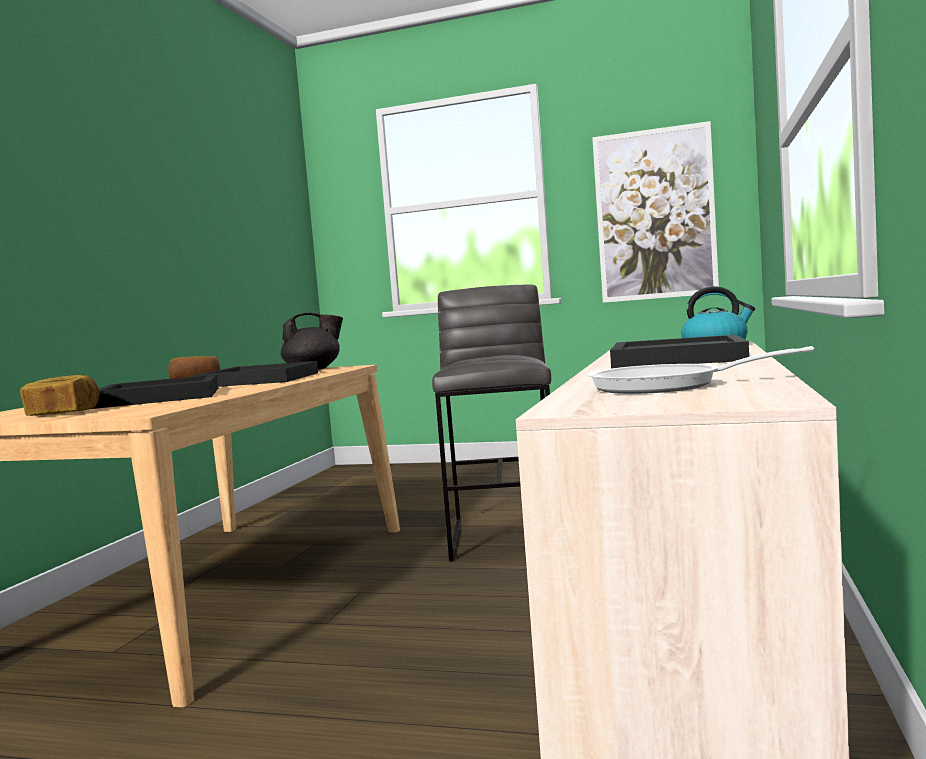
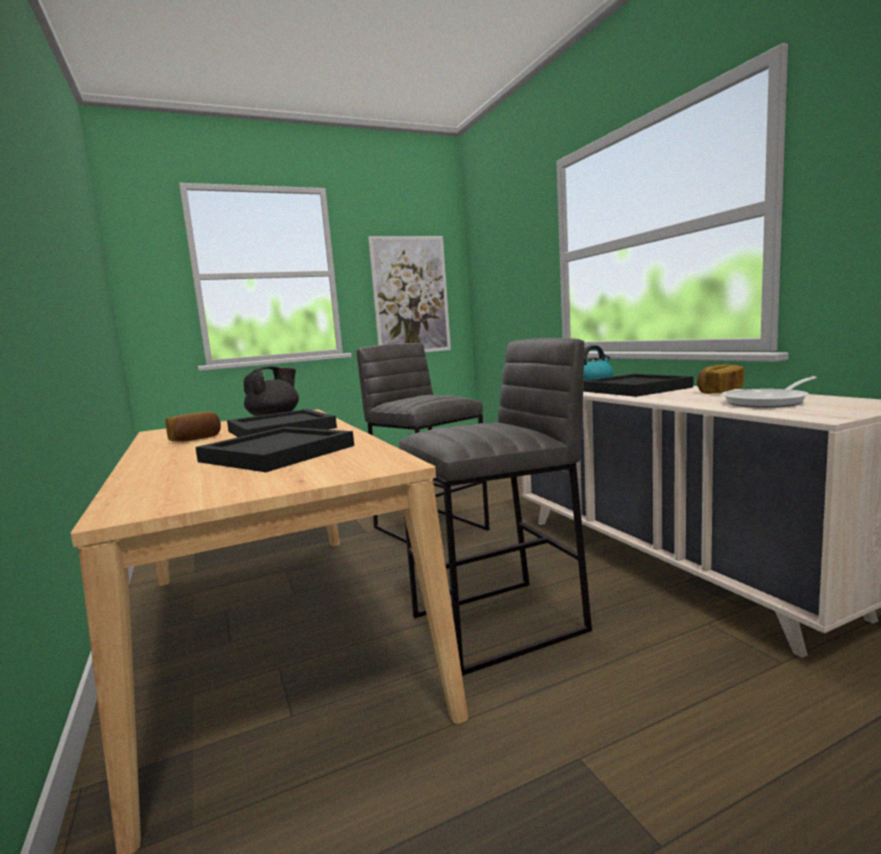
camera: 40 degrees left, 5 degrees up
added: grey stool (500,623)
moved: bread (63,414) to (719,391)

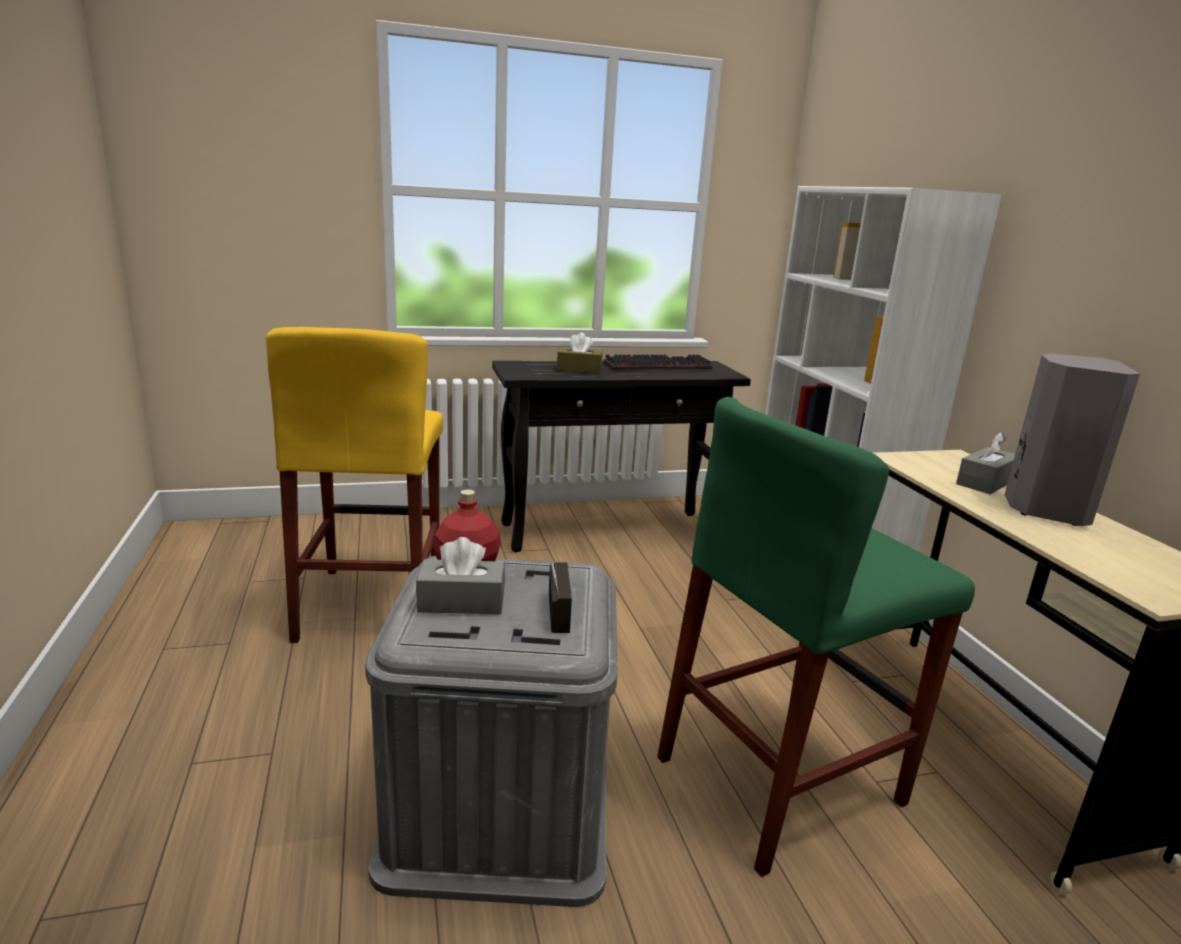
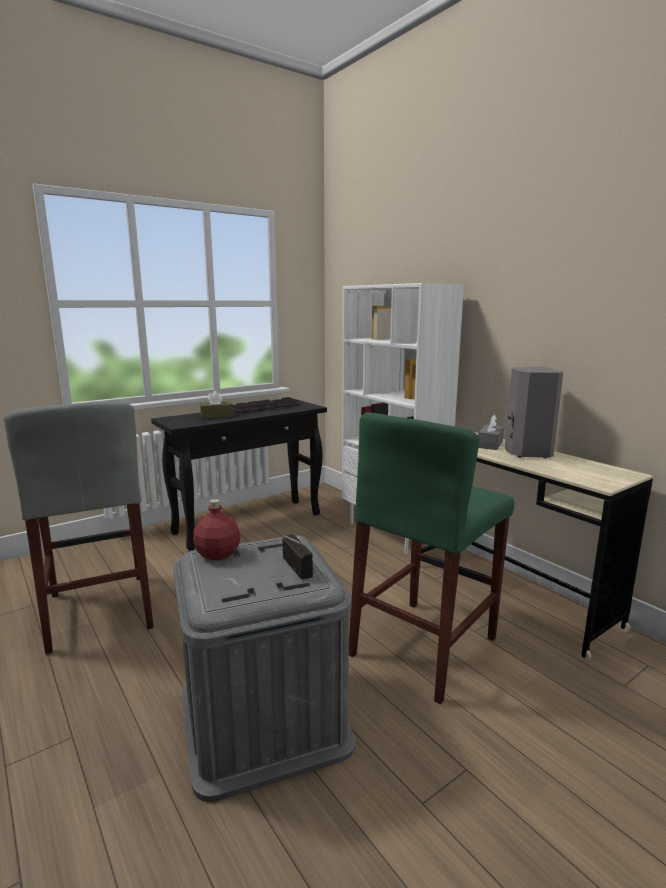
camera: 20 degrees left, 5 degrees down
removed: grey tissue box (461,602)
recoloured: yellow stool (372,604) to grey stool (99,610)

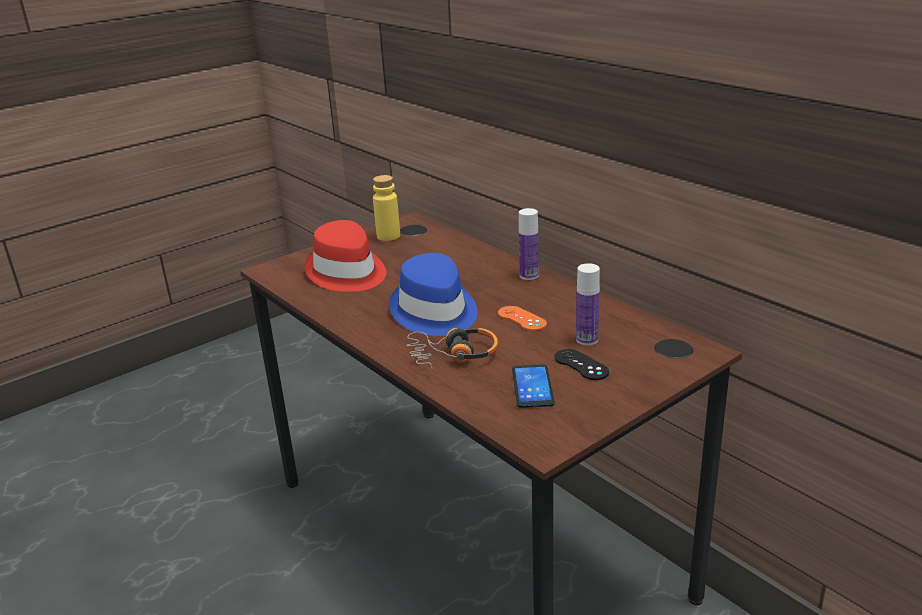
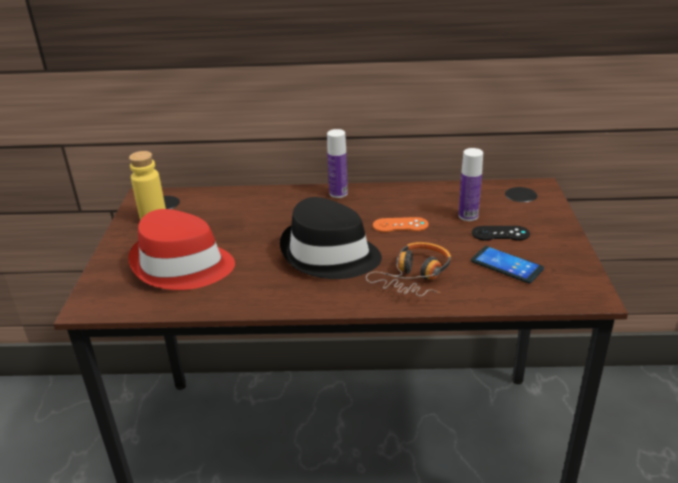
camera: 50 degrees left, 5 degrees up
recoloured: blue hat (434,312) to black hat (329,255)

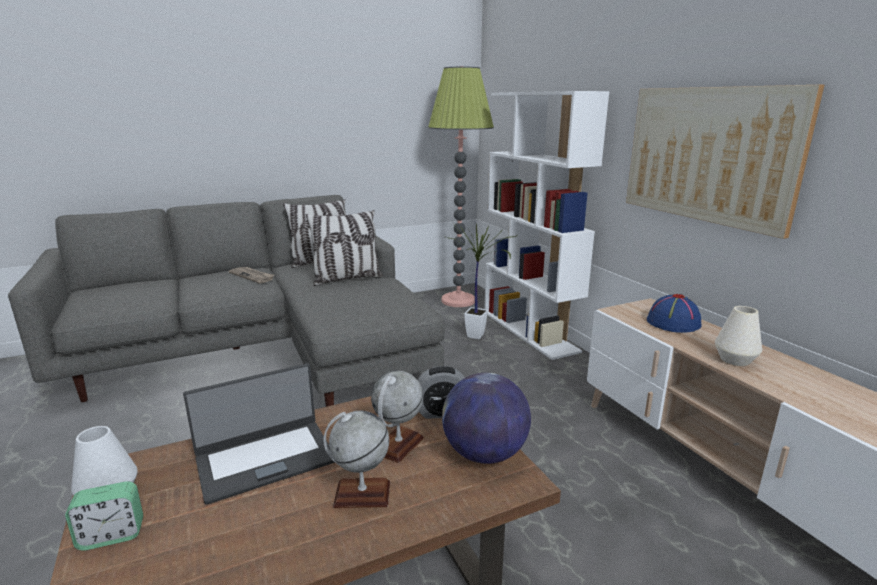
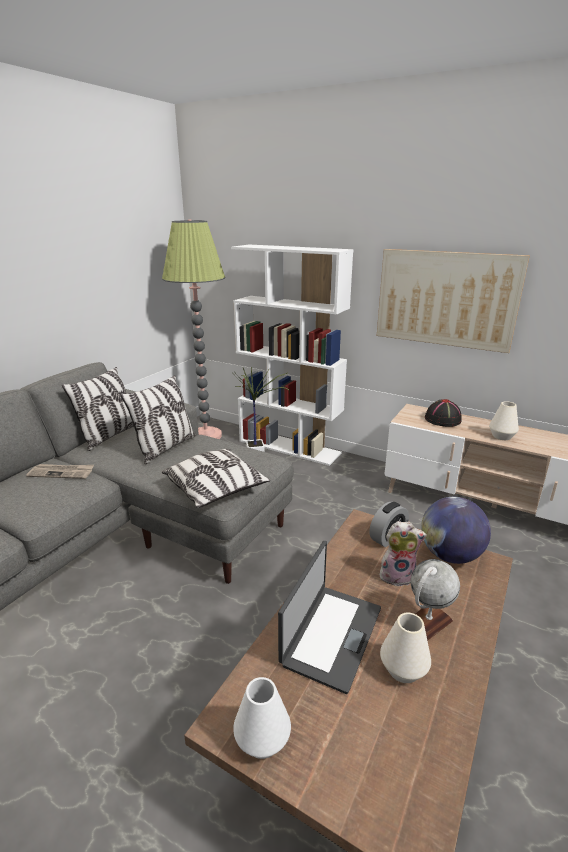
camera: 35 degrees left, 5 degrees up
removed: alarm clock (112,535)
added: pillow (216,489); white vase (403,669)
replaced: globe (398,445) to plush toy (397,575)
recoloured: blue hat (672,323) to black hat (442,420)

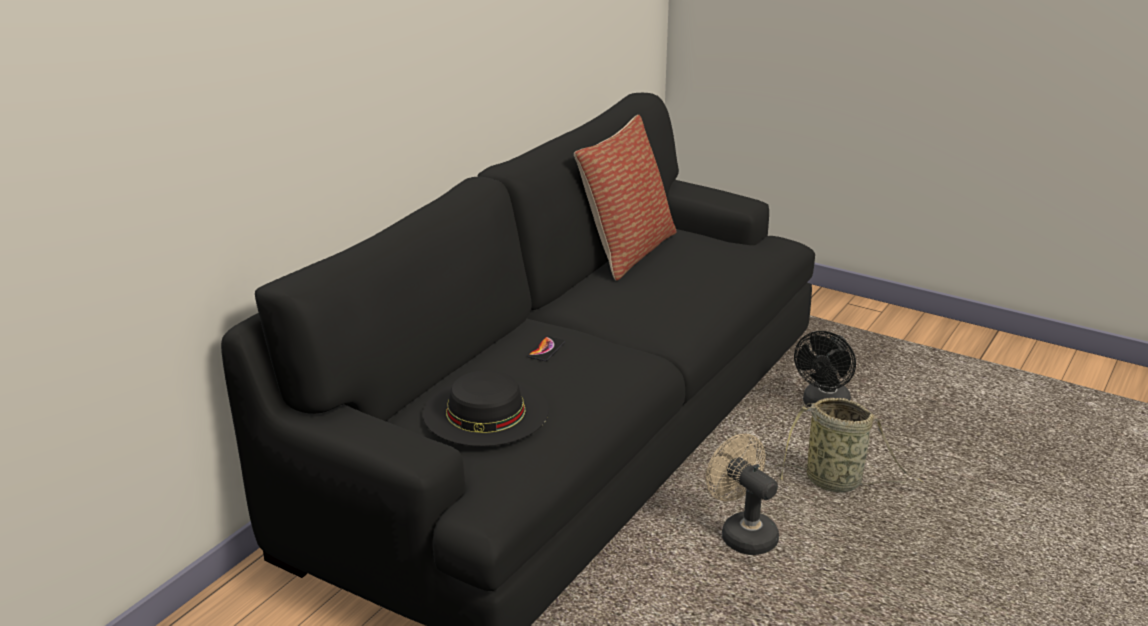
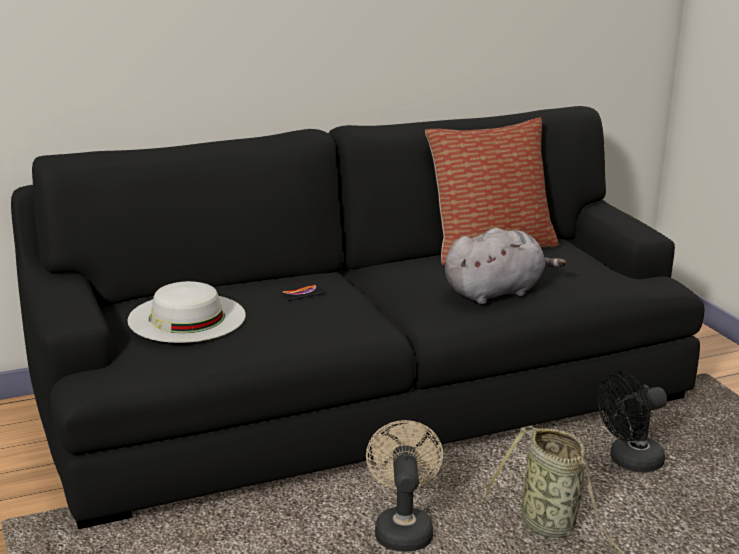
camera: 35 degrees right, 5 degrees down
added: grey plush toy (496,292)
recoloured: black hat (485,412) to white hat (187,317)

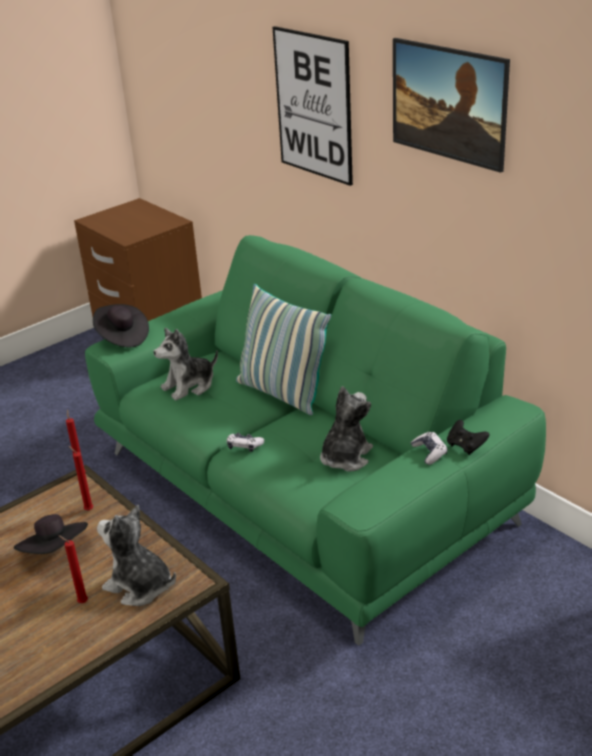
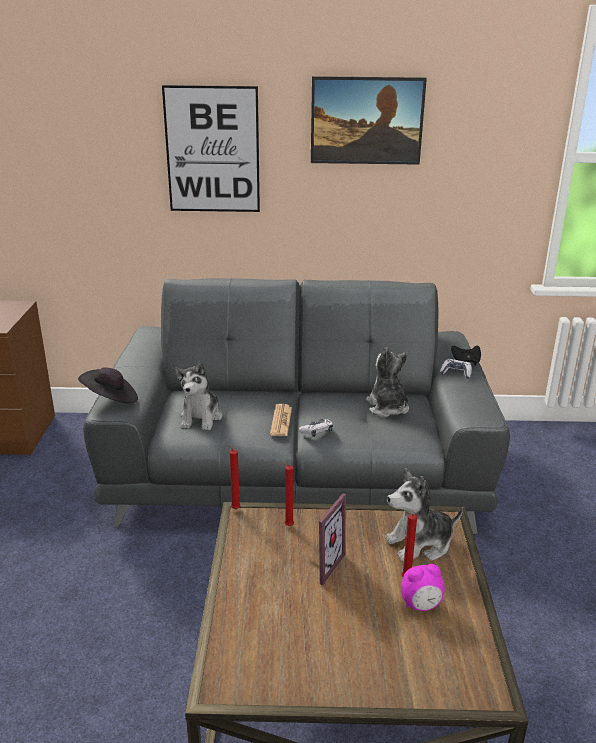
camera: 50 degrees left, 5 degrees down
removed: pillow (282,393)
added: newspaper (281,421); alarm clock (421,605)
replaced: black hat (56,552) to picture frame (321,564)
recoloured: green sofa (304,487) to grey sofa (297,471)

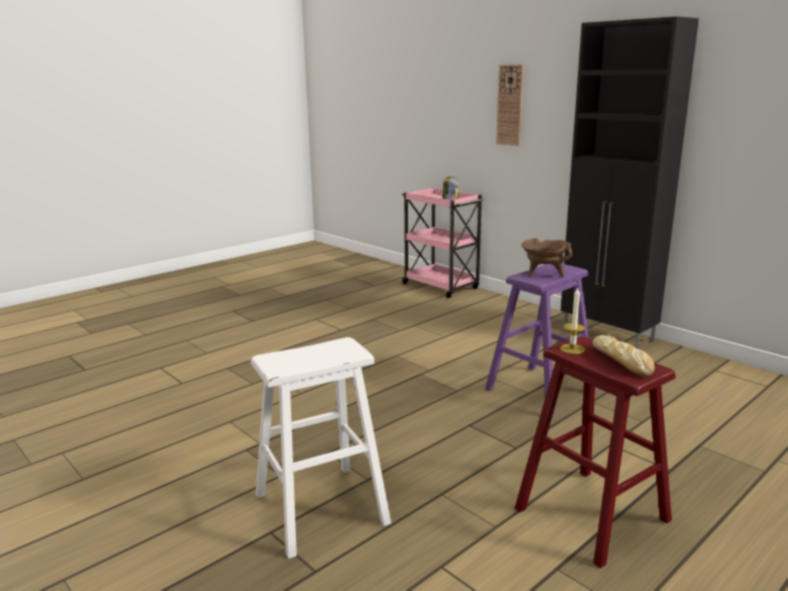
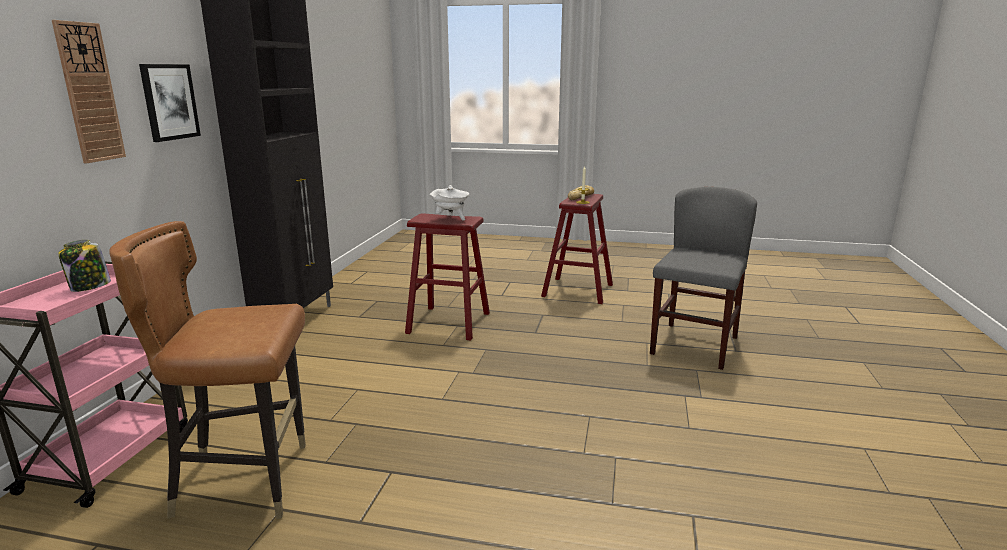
camera: 125 degrees left, 0 degrees up
added: brown chair (245,482); picture (169,102)
replaced: white stool (320,508) to grey chair (694,345)
recoloured: purple stool (540,390) to red stool (448,323); brown cooking pot (543,274) to white cooking pot (451,219)

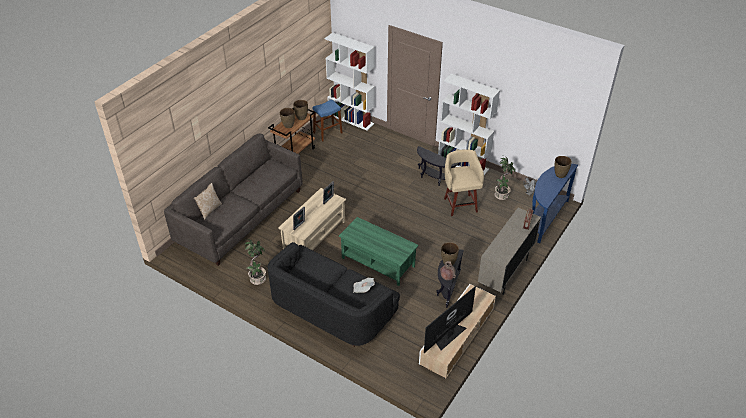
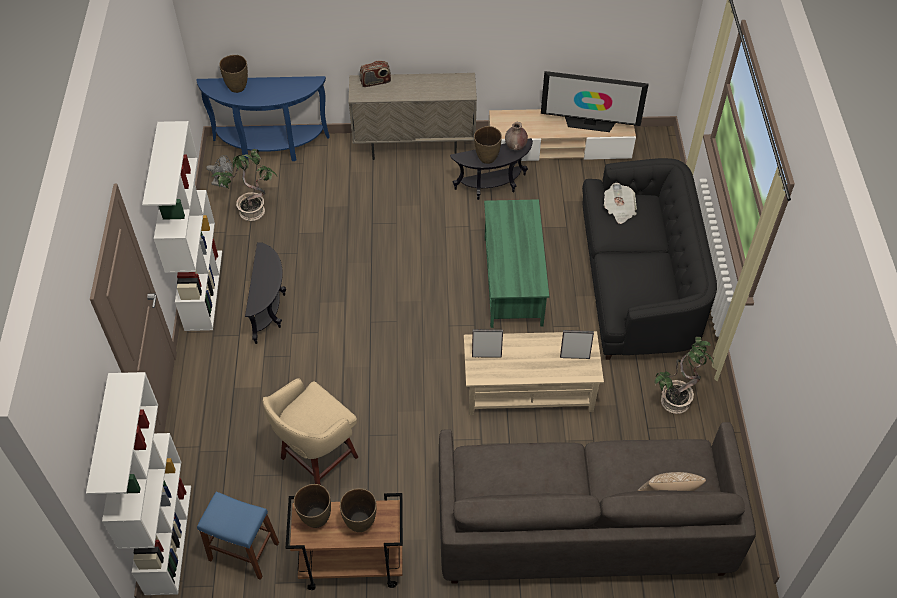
camera: 125 degrees left, 10 degrees up
moved: beige stool (460,204) to (317,459)

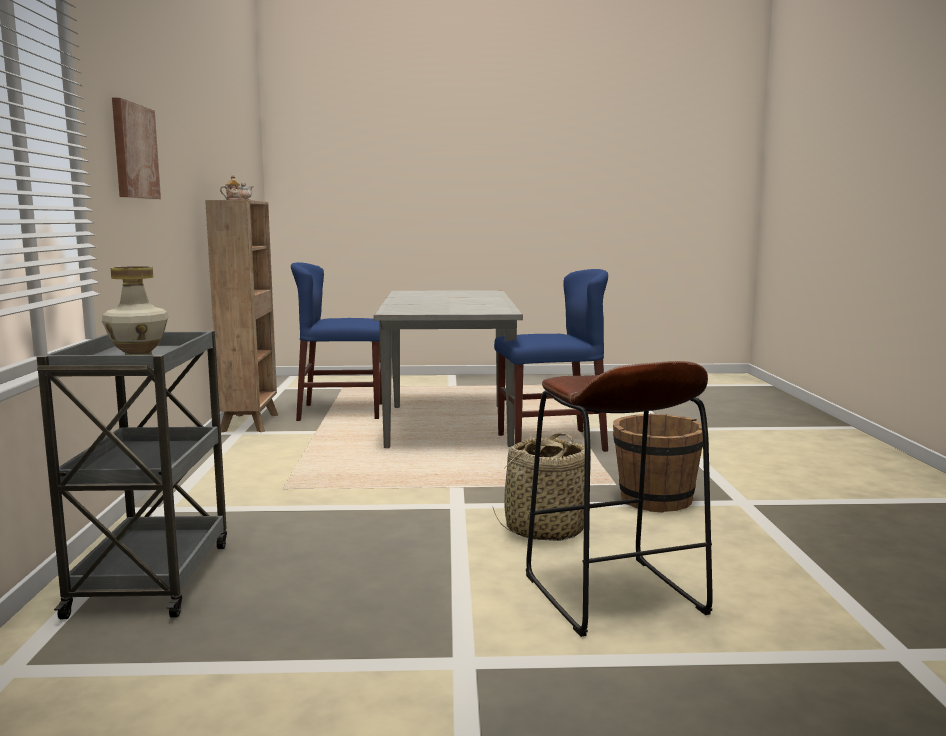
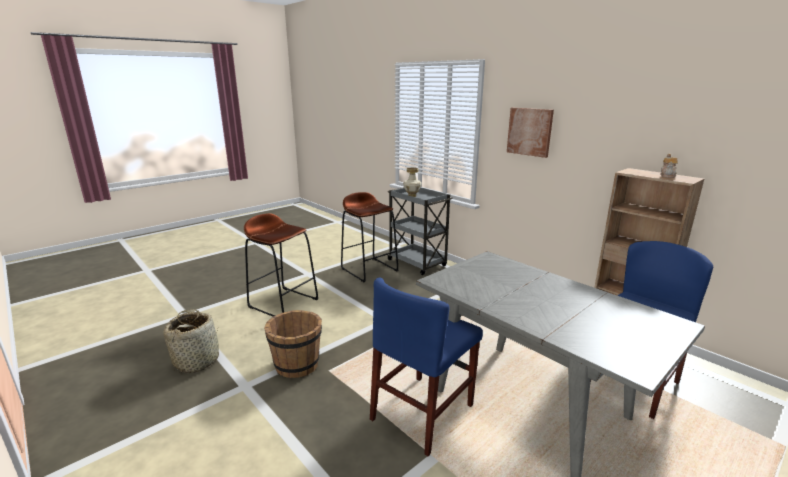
camera: 140 degrees right, 10 degrees up
added: brown stool (369,269)
moved: basket (544,530) to (197,360)

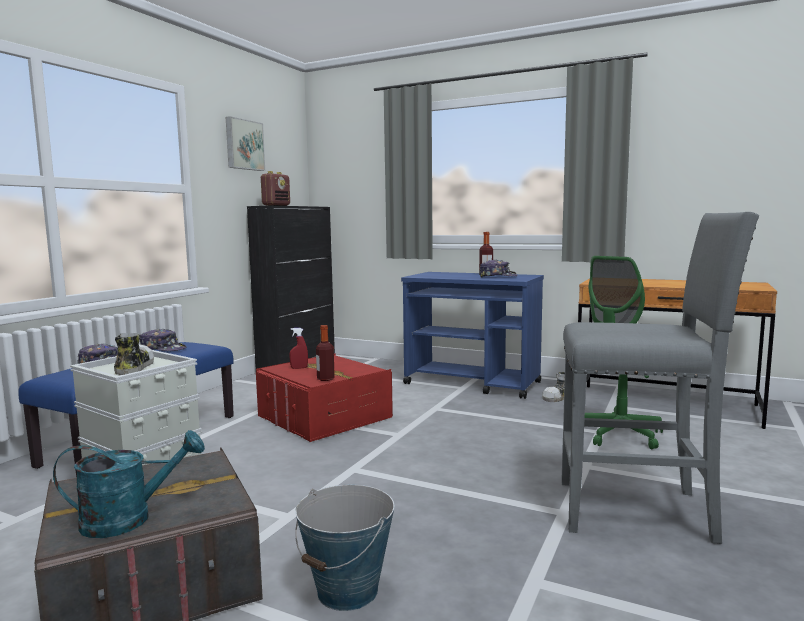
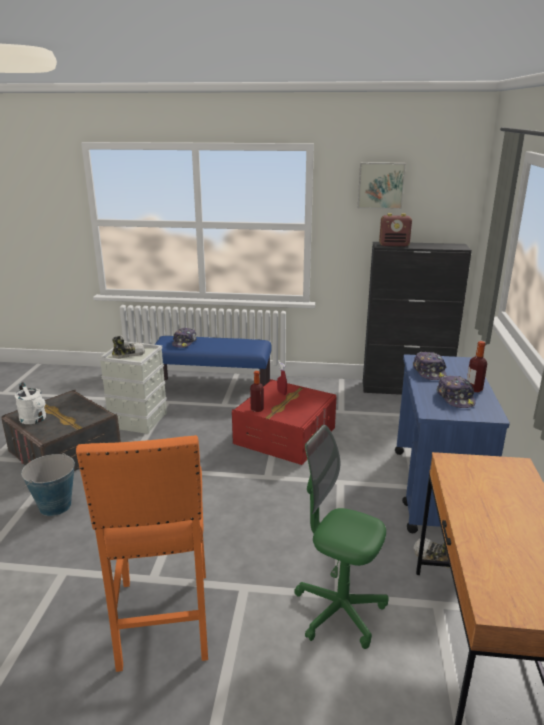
camera: 70 degrees right, 15 degrees up
moved: cap (163,349) to (429,372)
recoloured: turquoise watering can (129,519) to white watering can (35,420); grey stool (637,511) to orange stool (163,621)

